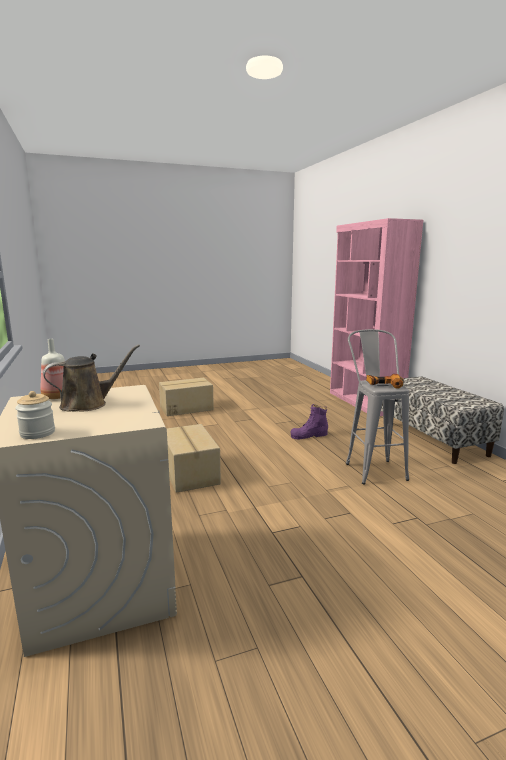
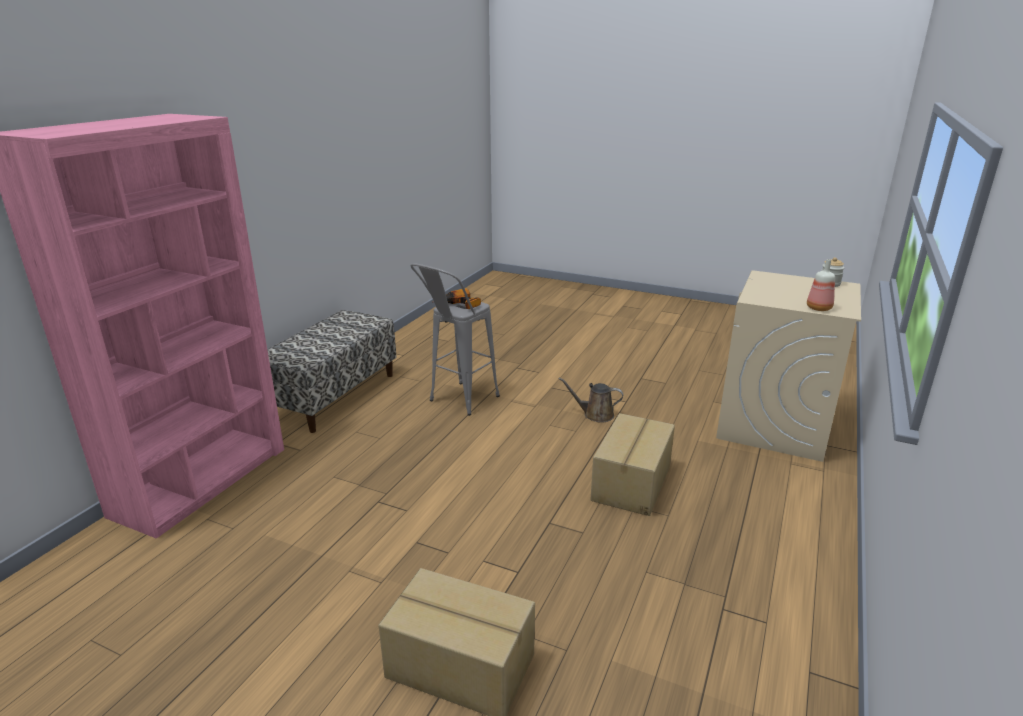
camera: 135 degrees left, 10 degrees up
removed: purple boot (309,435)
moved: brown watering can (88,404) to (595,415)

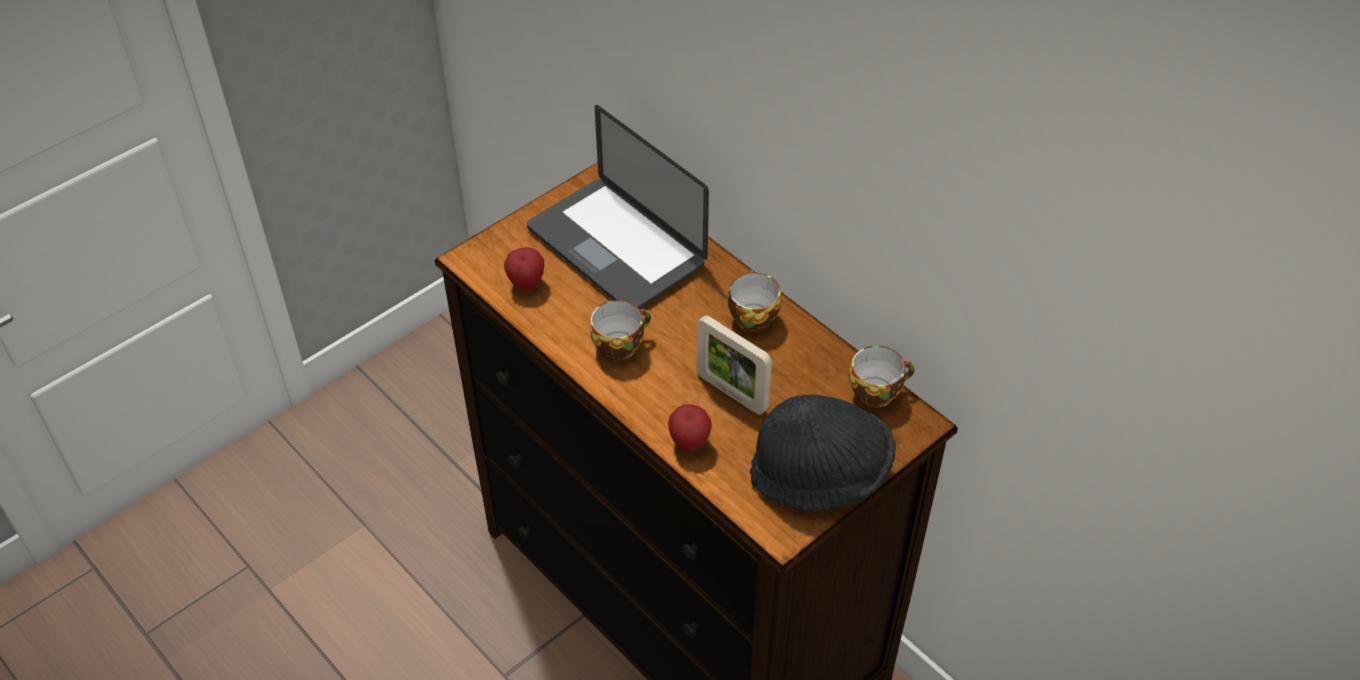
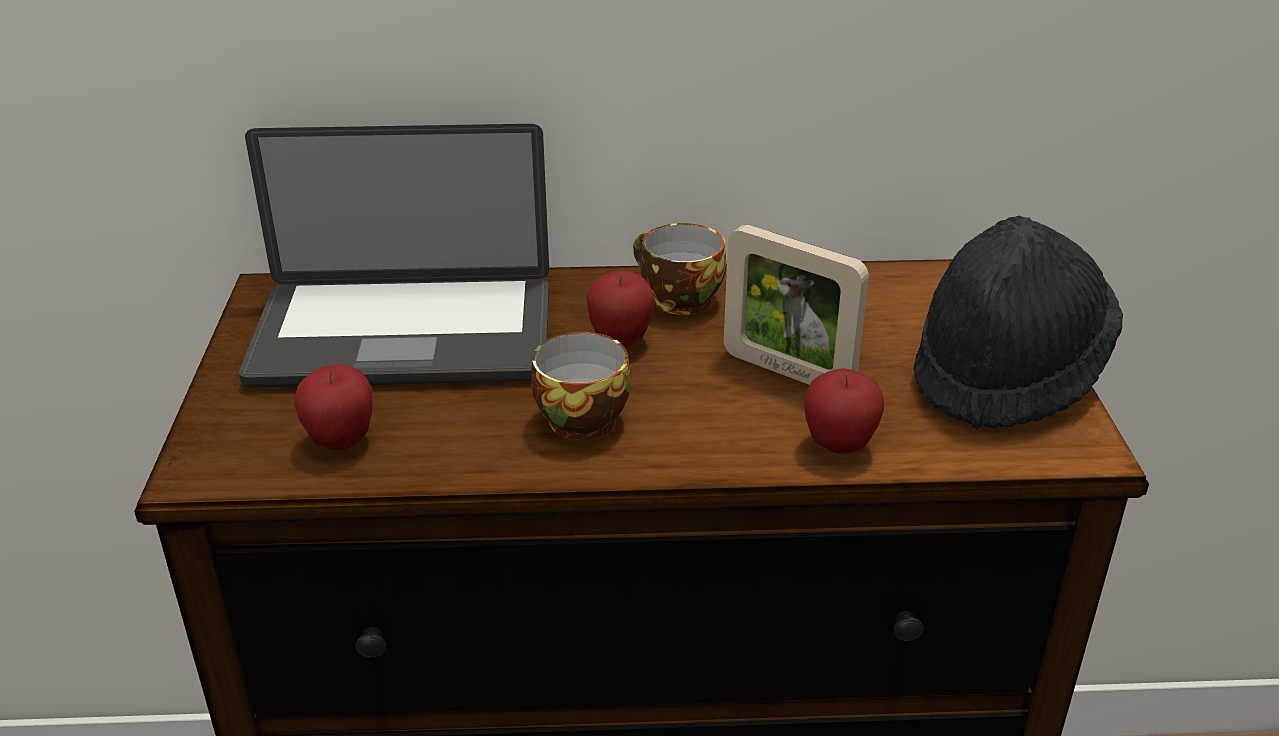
camera: 50 degrees left, 15 degrees down
removed: cup (876,391)
added: apple (620,340)
turned: picture frame (731,393) = (787,371) 45 degrees clockwise

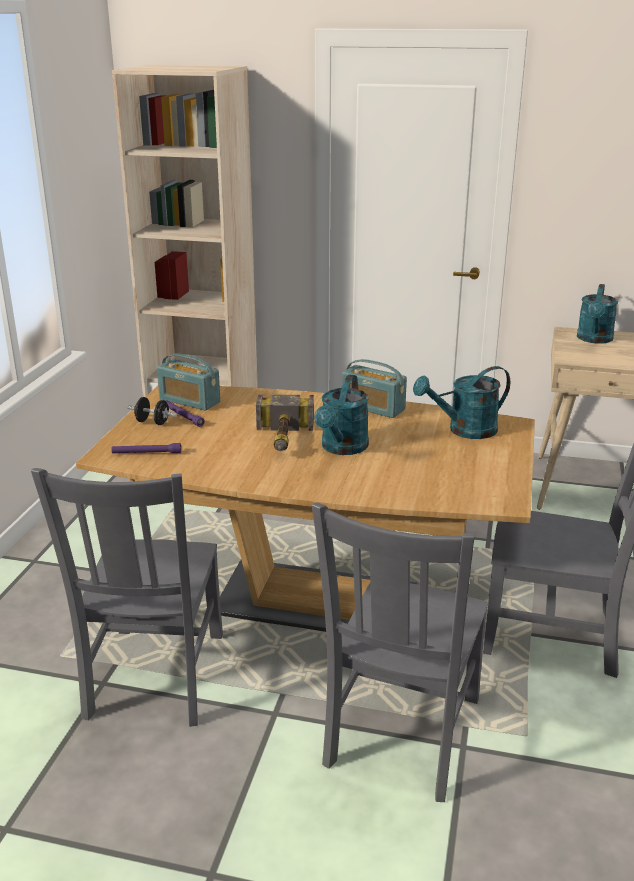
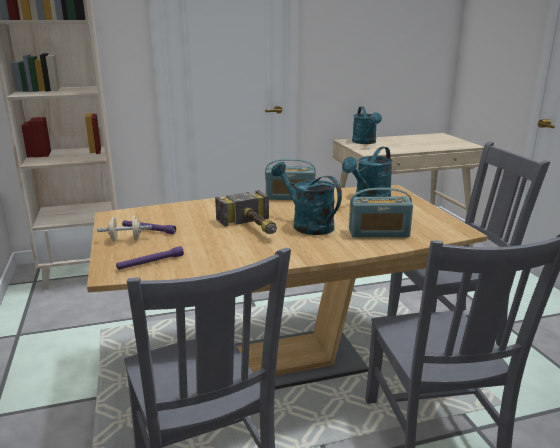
camera: 30 degrees left, 5 degrees down
moved: radio (189,401) to (378,233)
recoloured: black dumbbell (152,422) to beige dumbbell (126,240)
turned: turquoise watering can (342,448) = (307,224) 150 degrees clockwise

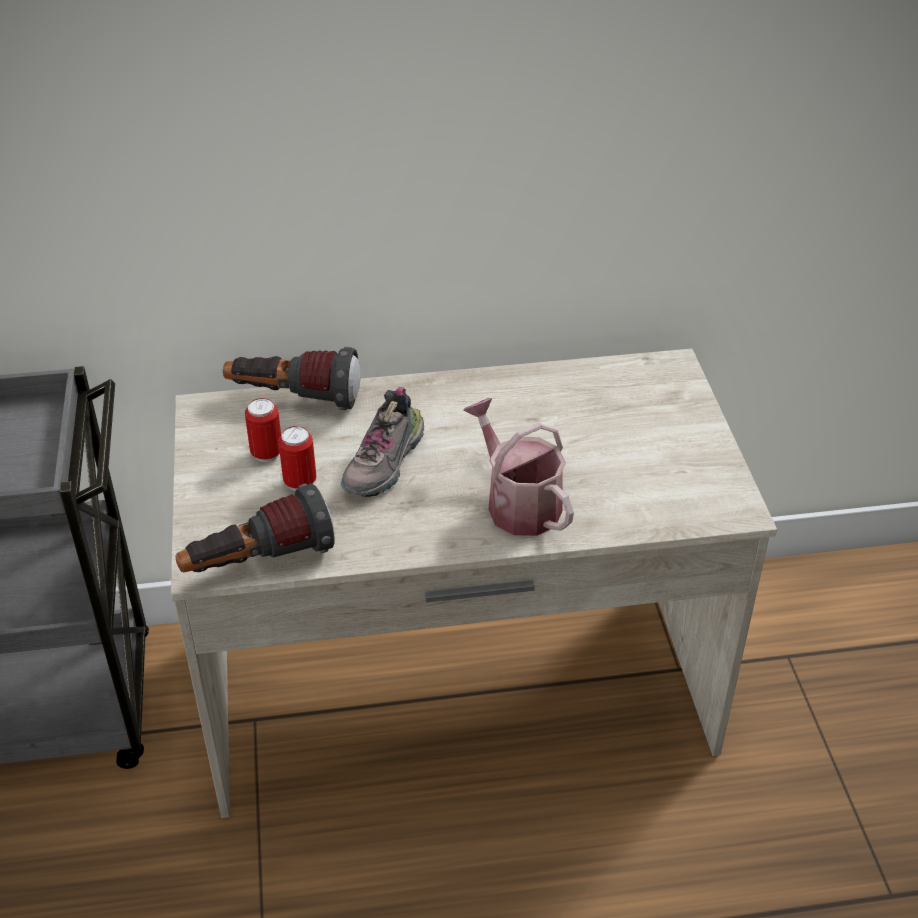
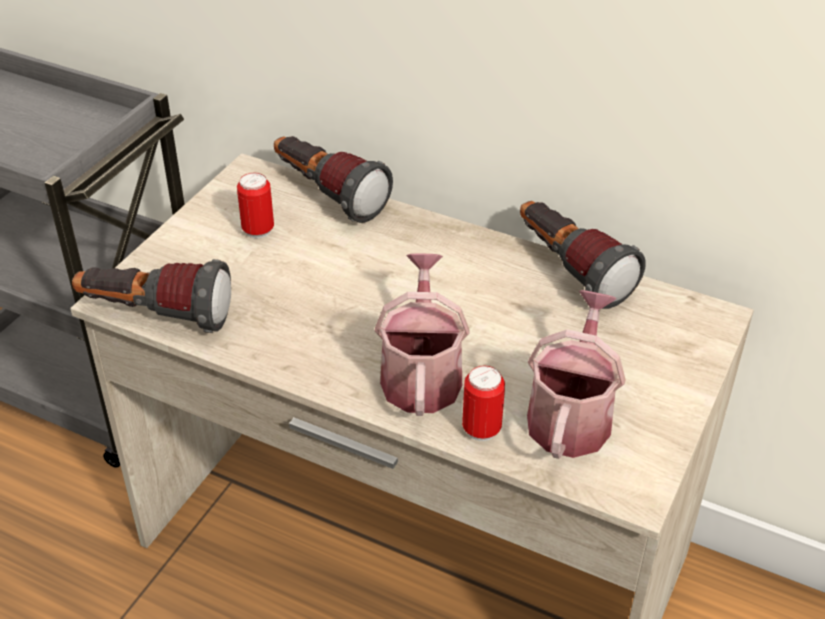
camera: 35 degrees right, 0 degrees up
removed: shoe (385,464)
added: flashlight (569,271); watering can (571,415)
moved: can (300,482) to (481,429)

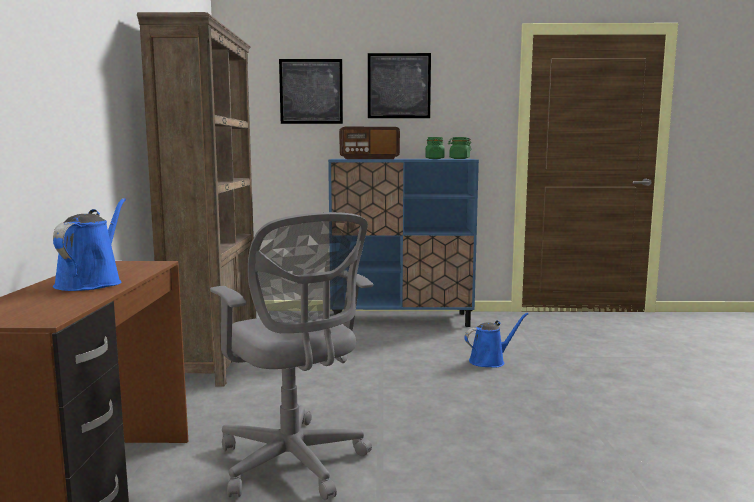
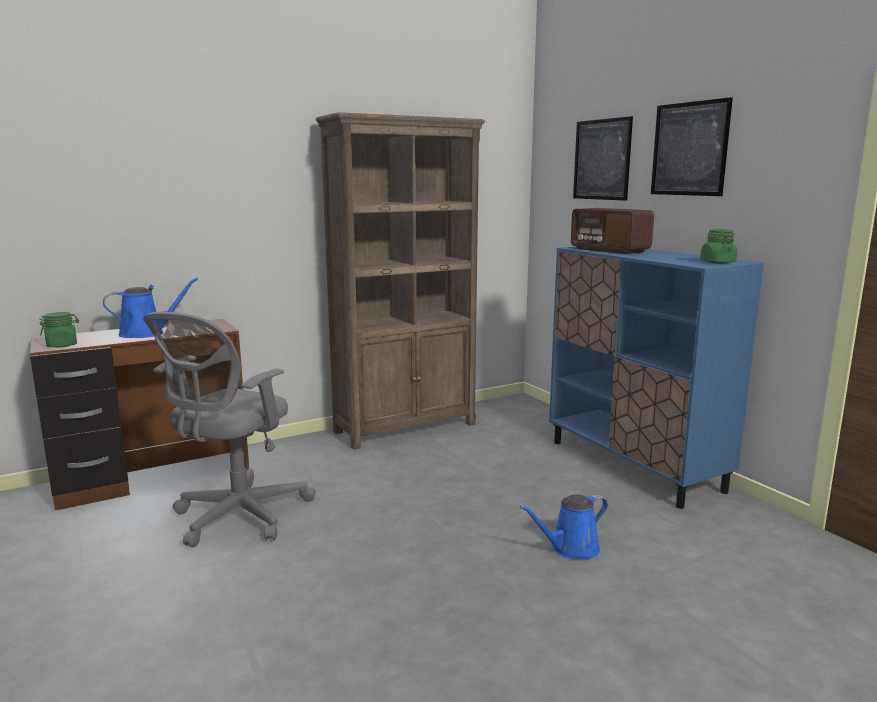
camera: 60 degrees right, 5 degrees up
moved: green jar (434,158) to (62,345)
turned: blue watering can (490,361) = (571,548) 120 degrees clockwise

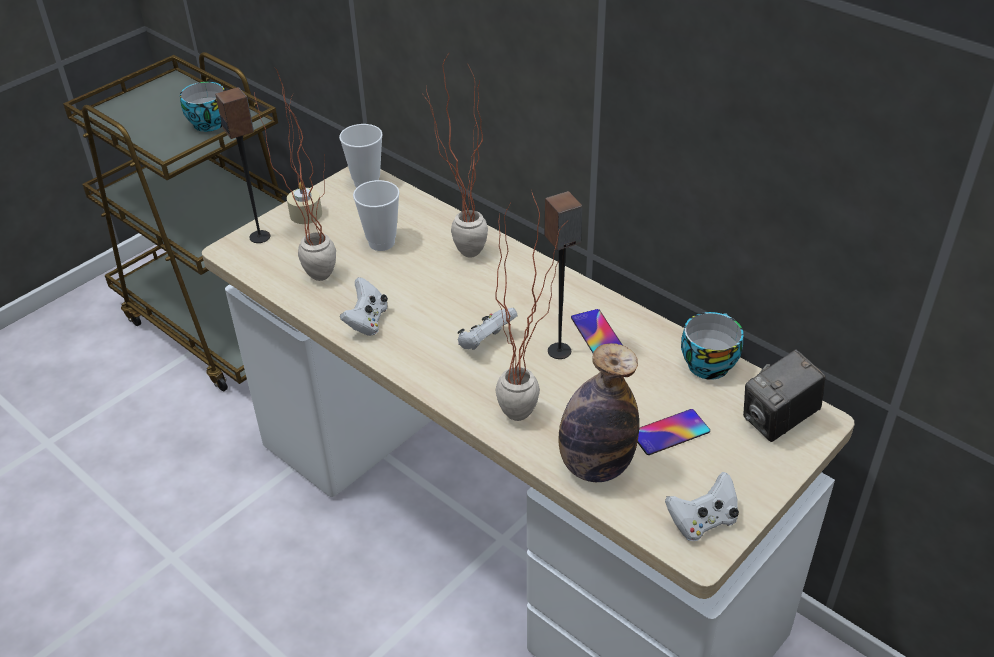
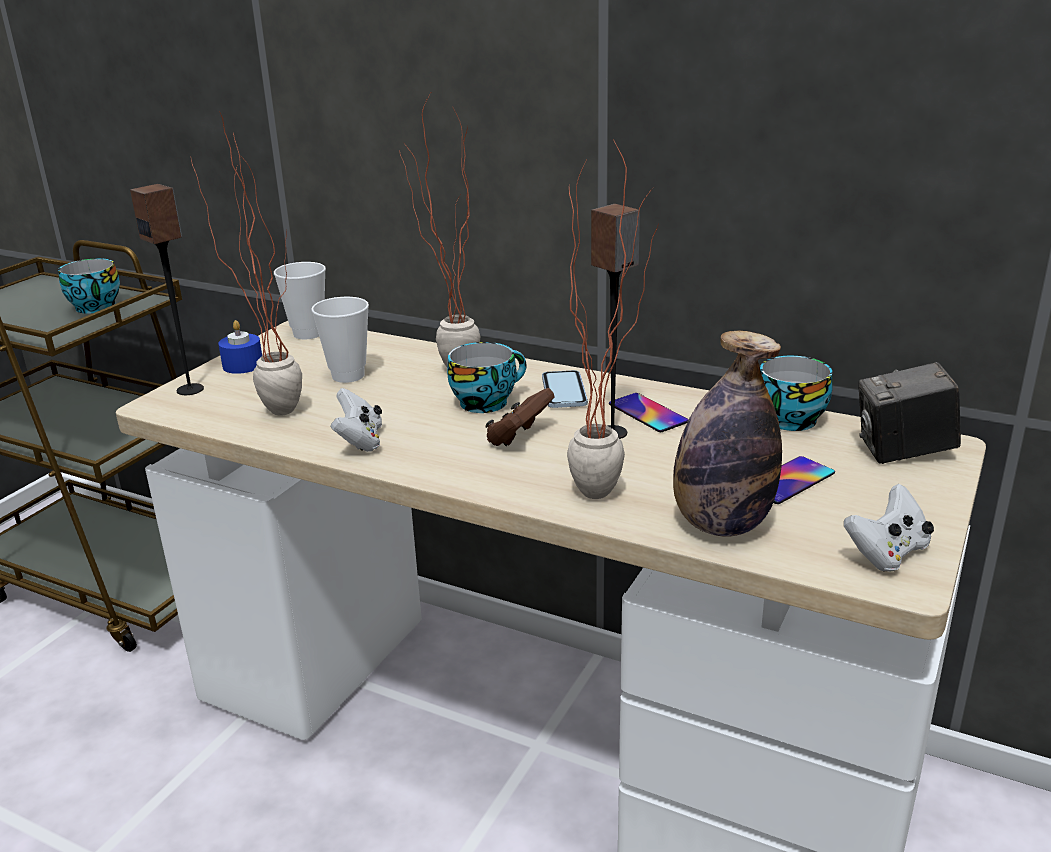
camera: 15 degrees left, 15 degrees down
added: cup (486,401); phone (564,391)
recoloured: beige candle (306,214) to blue candle (243,365); white game controller (485,342) to brown game controller (519,438)
turned: photo camera (778,421) = (903,453) 45 degrees clockwise

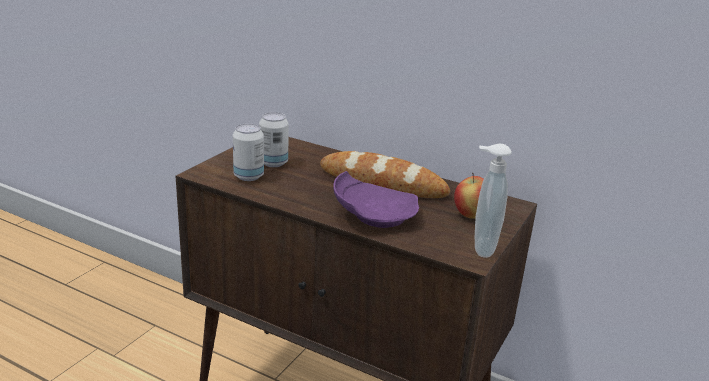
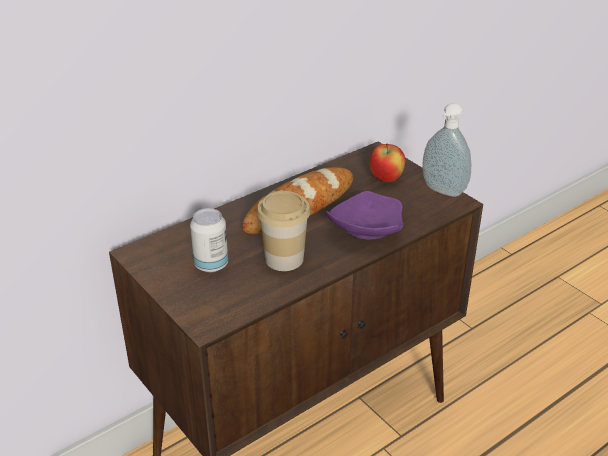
camera: 65 degrees left, 10 degrees up
removed: can (248,176)
added: cup (284,259)

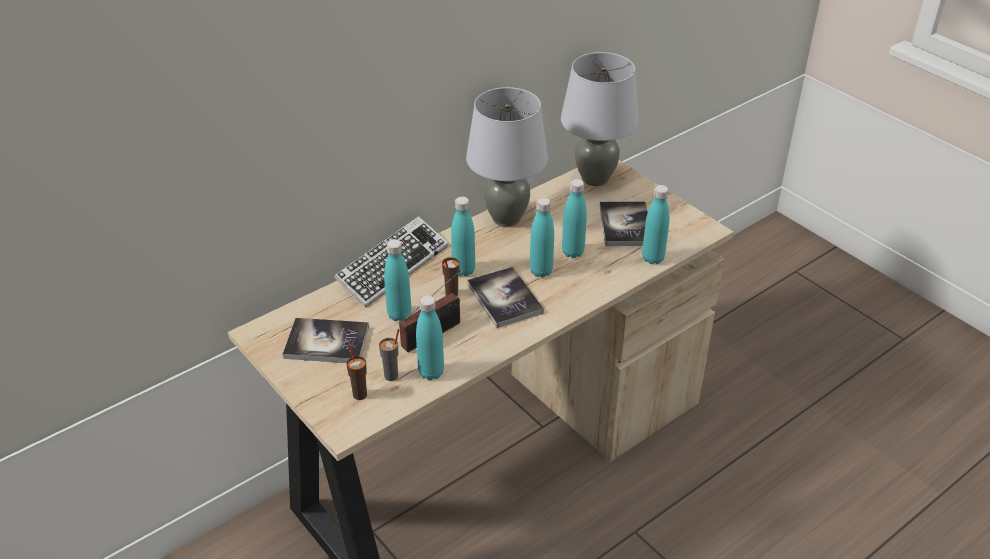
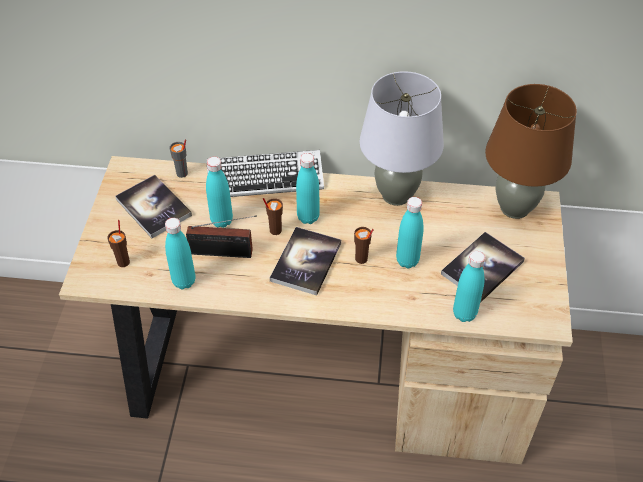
camera: 45 degrees right, 10 degrees up
moved: grey cup (391,376) to (182,173)
replaced: turquoise bottle (541,271) to brown cup (361,259)
recoloured: grey table lamp (595,178) to brown table lamp (514,208)

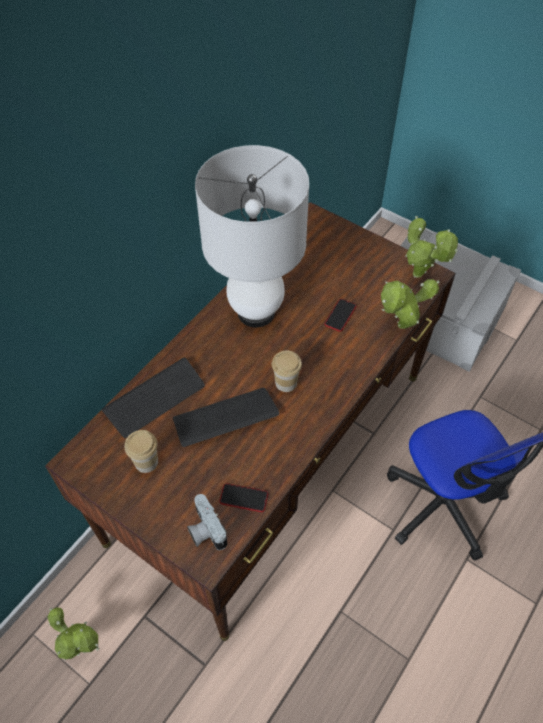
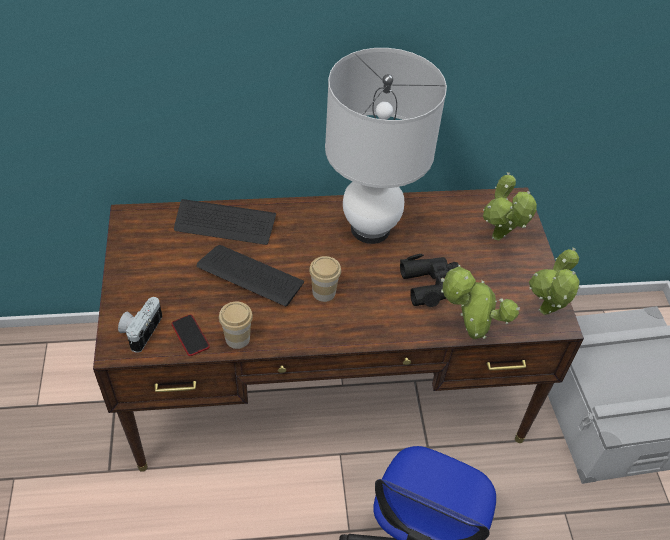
camera: 45 degrees right, 5 degrees down
moved: potted plant (83,646) to (499,239); cup (146,462) to (237,338)
replaced: phone (340,315) to black binoculars (432,284)

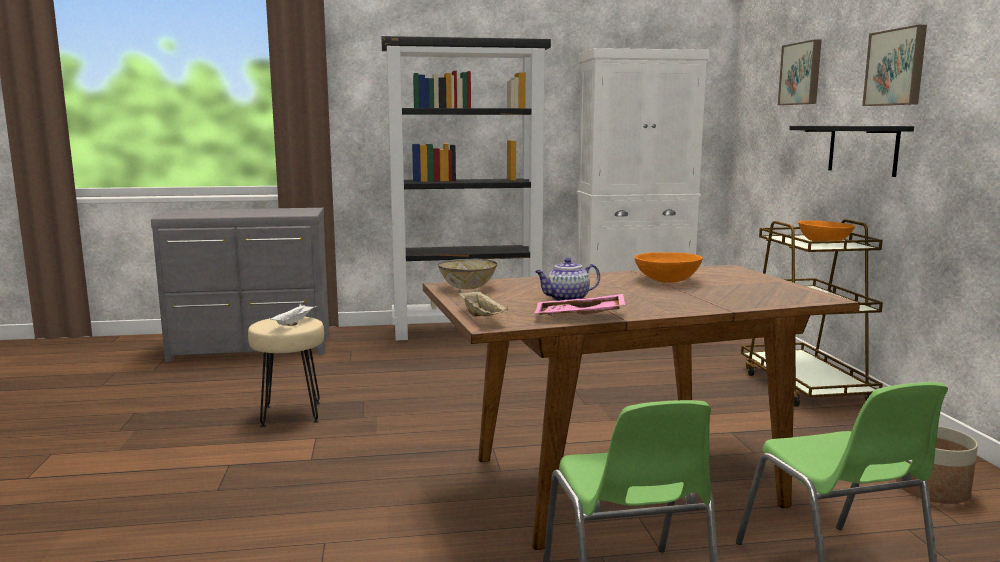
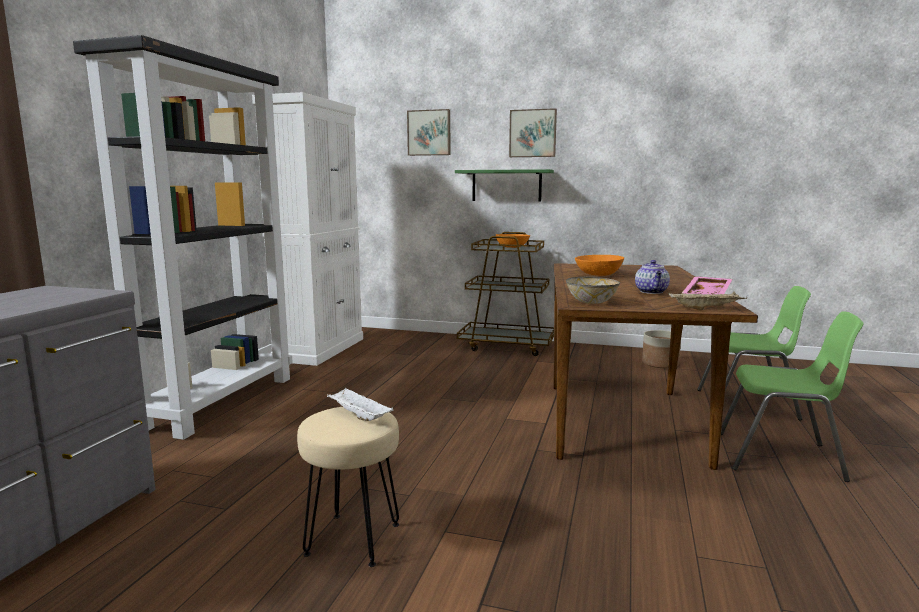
camera: 65 degrees left, 0 degrees up
recoloured: black shelf (862,149) to green shelf (506,185)

